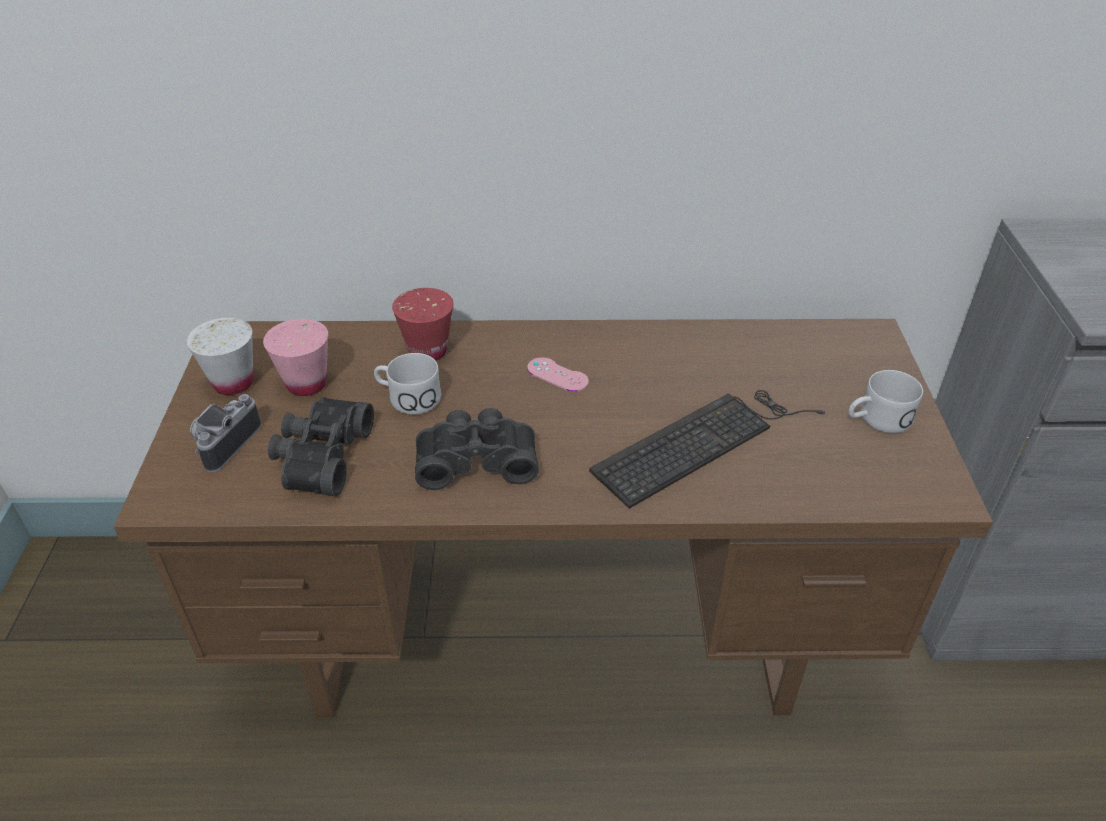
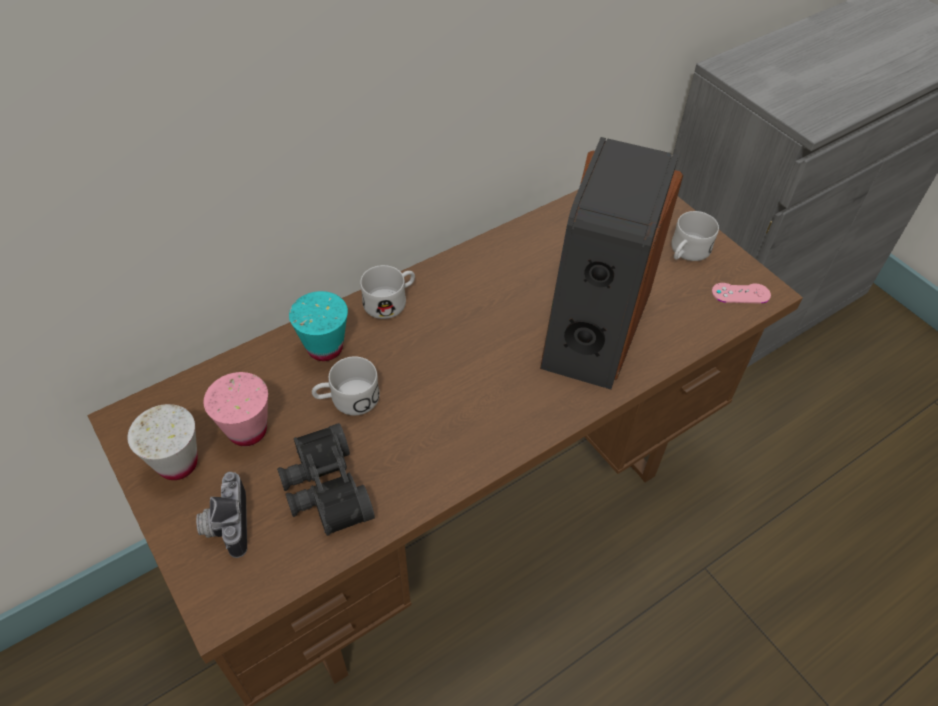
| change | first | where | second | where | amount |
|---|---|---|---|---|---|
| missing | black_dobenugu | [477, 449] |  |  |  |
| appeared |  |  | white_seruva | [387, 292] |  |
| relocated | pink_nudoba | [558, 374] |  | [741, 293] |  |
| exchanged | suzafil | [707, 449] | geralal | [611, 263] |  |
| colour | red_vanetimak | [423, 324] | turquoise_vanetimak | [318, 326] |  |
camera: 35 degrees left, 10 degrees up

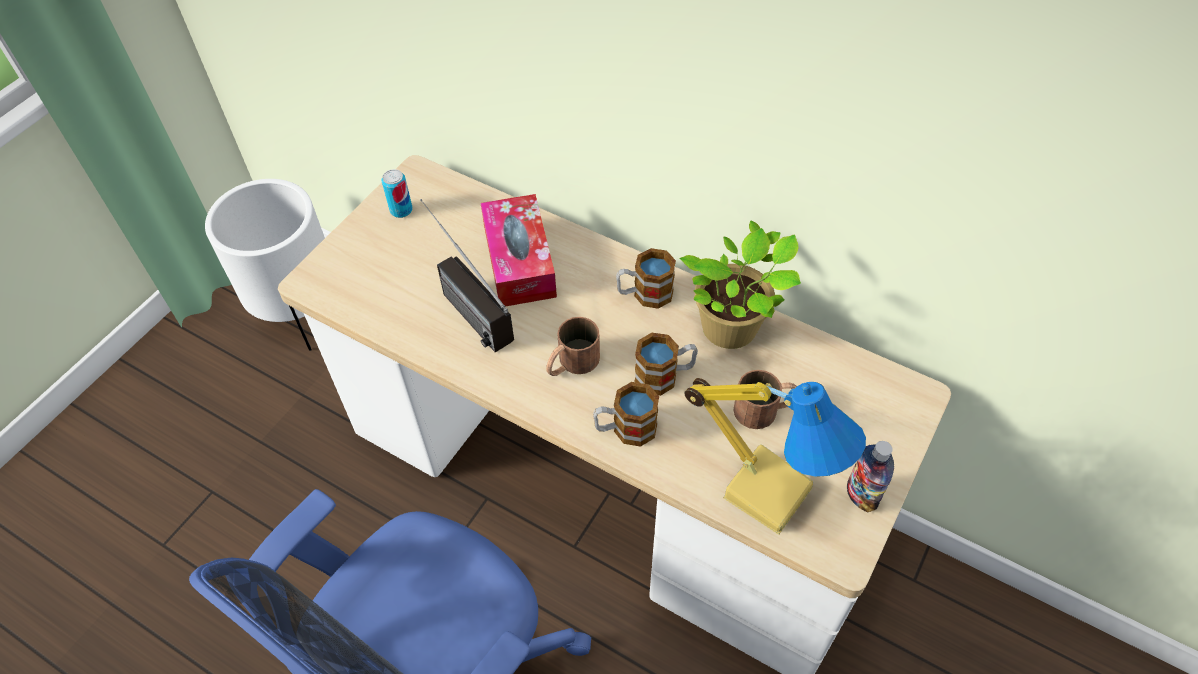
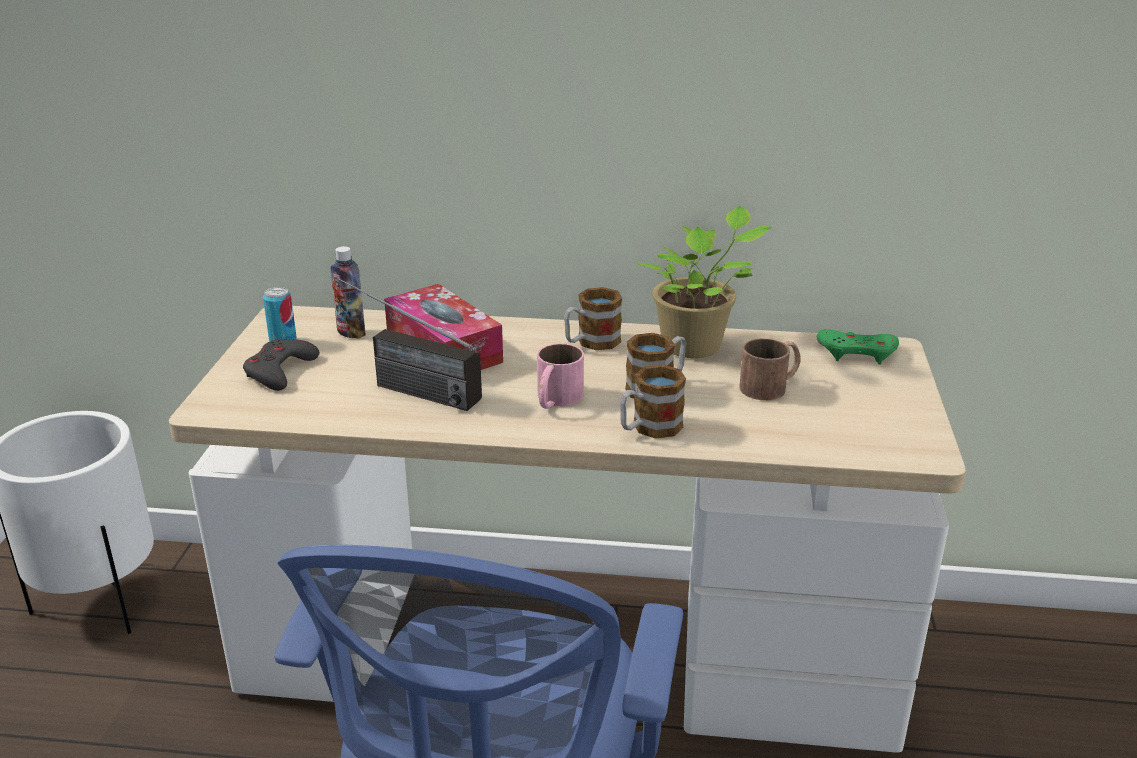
| change | first | where | second | where | amount |
|---|---|---|---|---|---|
| missing | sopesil | [775, 456] |  |  |  |
| appeared |  |  | grey_nudoba | [281, 365] |  |
| appeared |  |  | green_nudoba | [858, 347] |  |
| relocated | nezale | [870, 476] |  | [348, 292] |  |
| colour | brown_seruva | [573, 346] | pink_seruva | [560, 376] |  |
camera: 25 degrees left, 25 degrees down

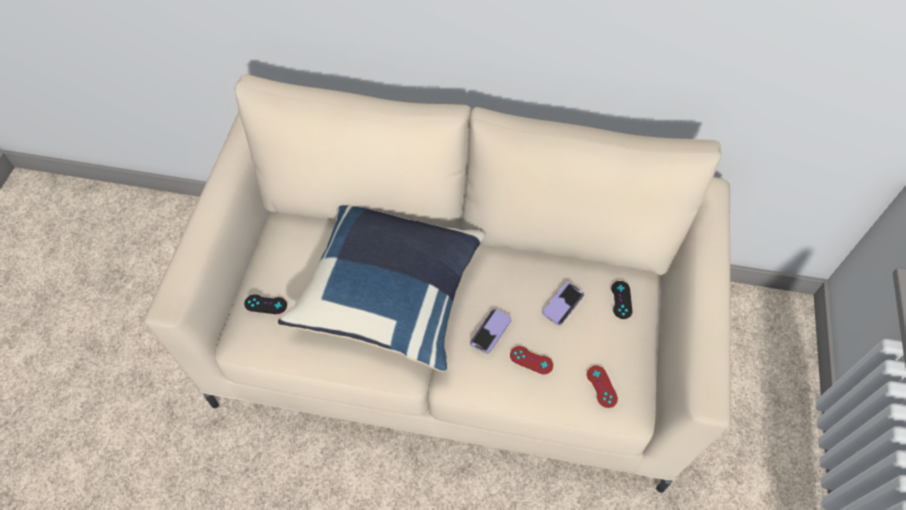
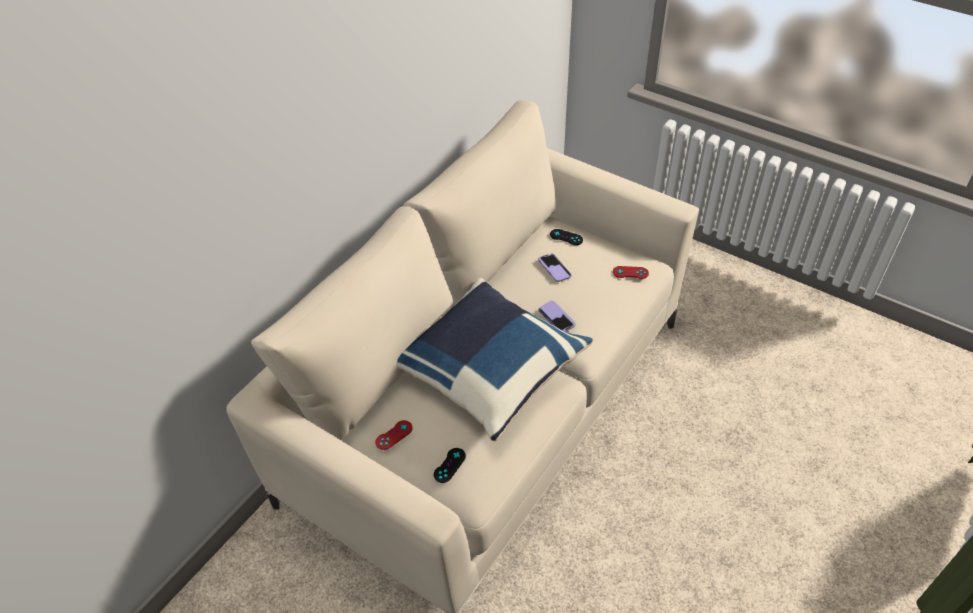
| change | first | where | second | where | amount |
|---|---|---|---|---|---|
| relocated | red_nudoba | [531, 360] |  | [394, 435] |  |
camera: 65 degrees left, 10 degrees down

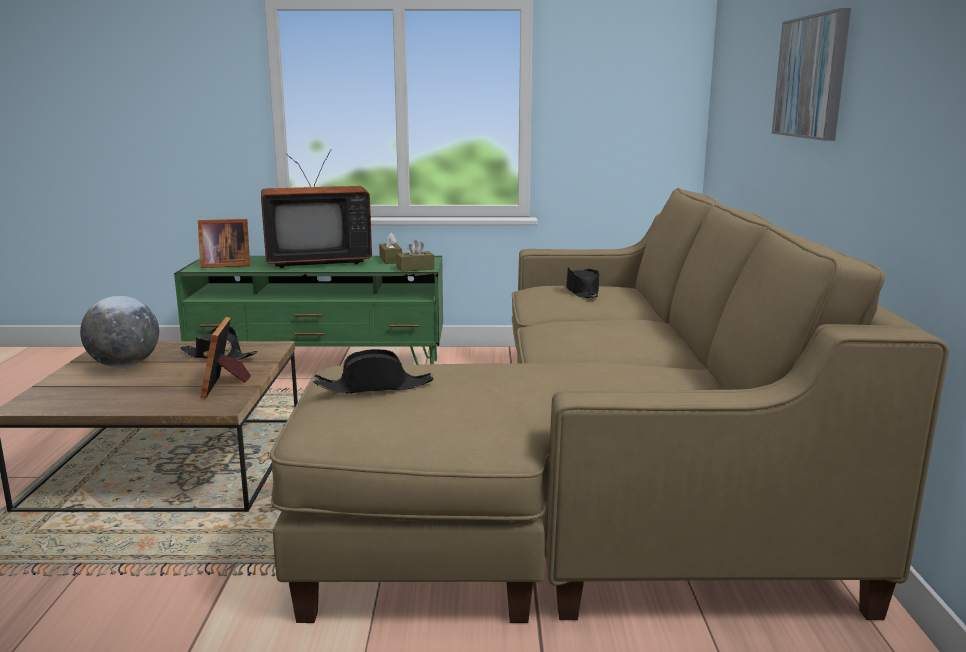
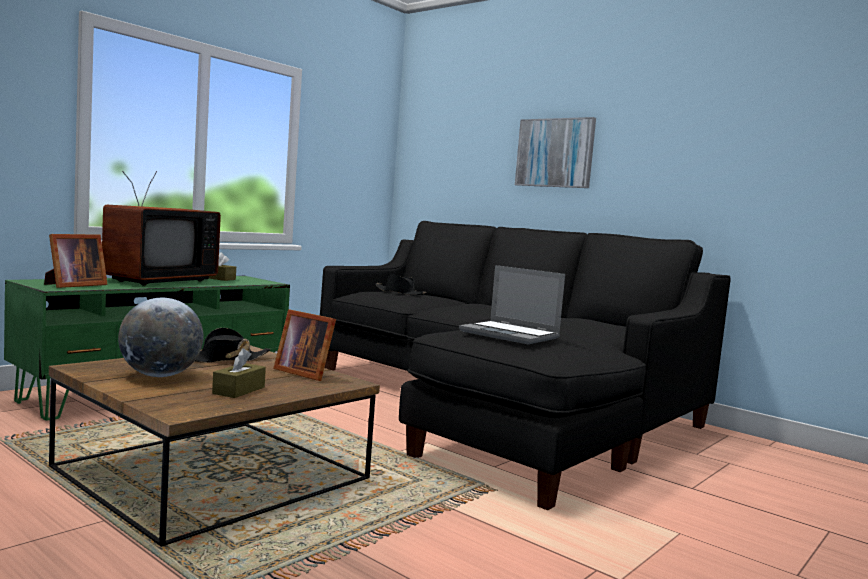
| change | first | where | second | where | amount |
|---|---|---|---|---|---|
| relocated | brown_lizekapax | [415, 256] |  | [239, 373] |  |
| exchanged | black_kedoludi | [373, 371] | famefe | [512, 305] |  |
| colour | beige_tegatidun | [609, 405] | black_tegatidun | [525, 365] |  |
camera: 50 degrees left, 10 degrees down

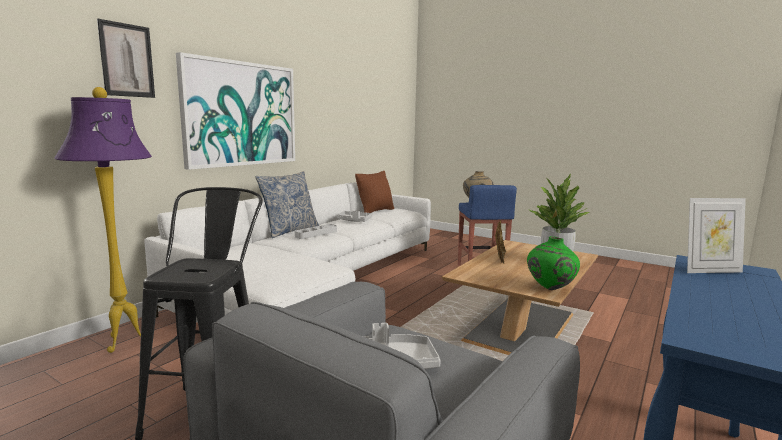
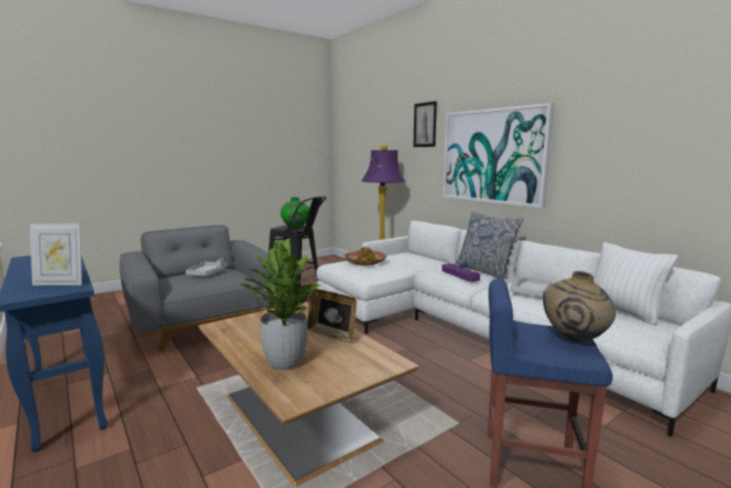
| change | first | where | second | where | amount |
|---|---|---|---|---|---|
| appeared |  |  | kedoludi | [365, 256] |  |
| relocated | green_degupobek | [553, 263] |  | [295, 213] |  |
| colour | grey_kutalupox | [316, 231] | purple_kutalupox | [461, 273] |  |
| colour | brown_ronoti | [374, 192] | white_ronoti | [635, 283] |  |
| spun | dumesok | [716, 235] |  | [56, 254] | 105 degrees counterclockwise |
camera: 110 degrees right, 0 degrees up

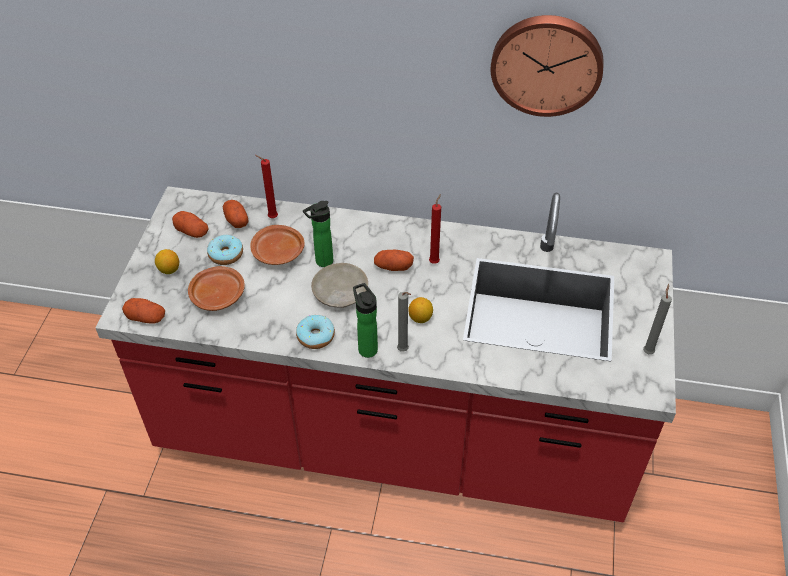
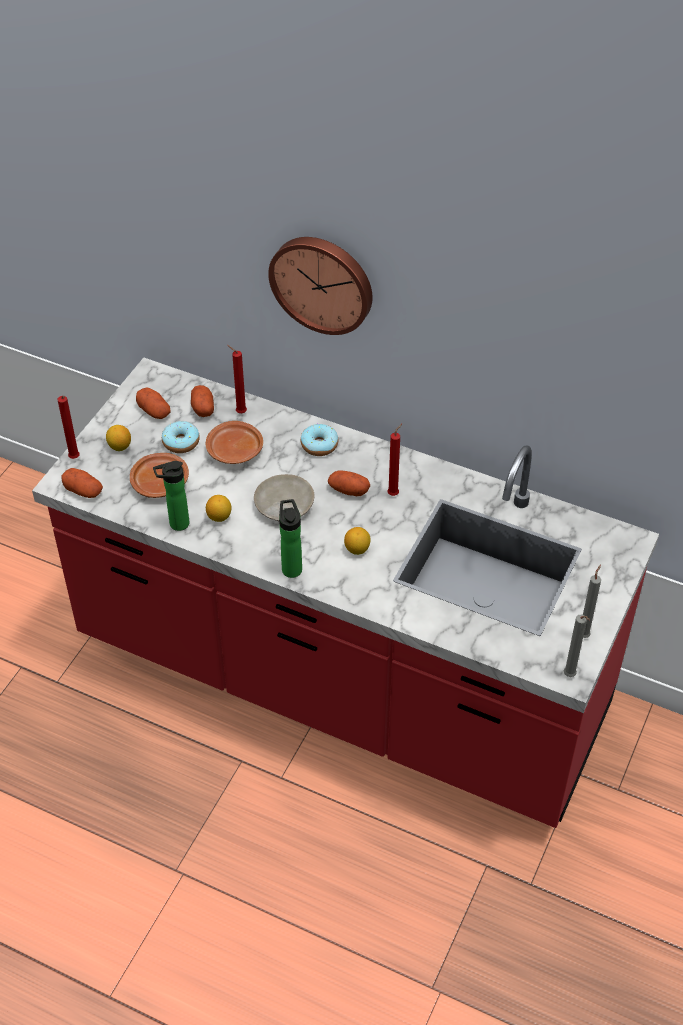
| change | first | where | second | where | amount |
|---|---|---|---|---|---|
| appeared |  |  | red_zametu | [69, 427] |  |
| appeared |  |  | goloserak | [219, 508] |  |
| relocated | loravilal | [315, 332] |  | [319, 440] |  |
| relocated | nezale | [318, 234] |  | [171, 496] |  |
| relocated | grey_zametu | [404, 322] |  | [577, 645] |  |
| relocated | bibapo | [547, 66] |  | [320, 286] |  |
camera: 15 degrees right, 0 degrees up

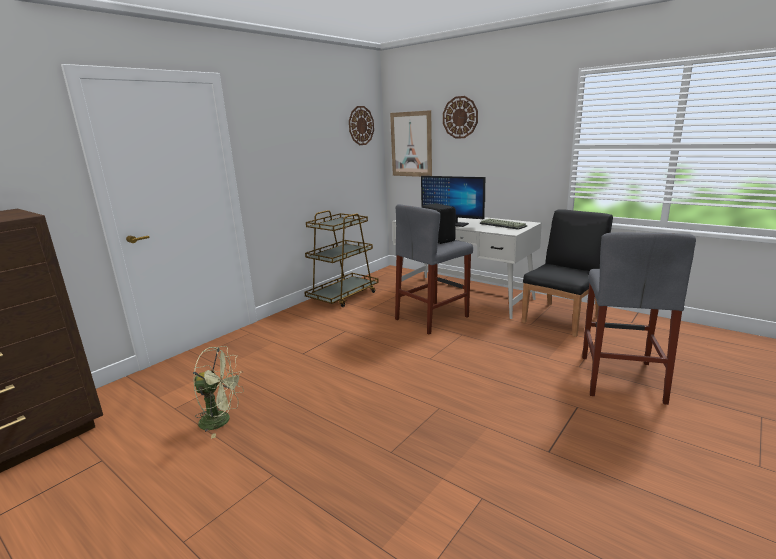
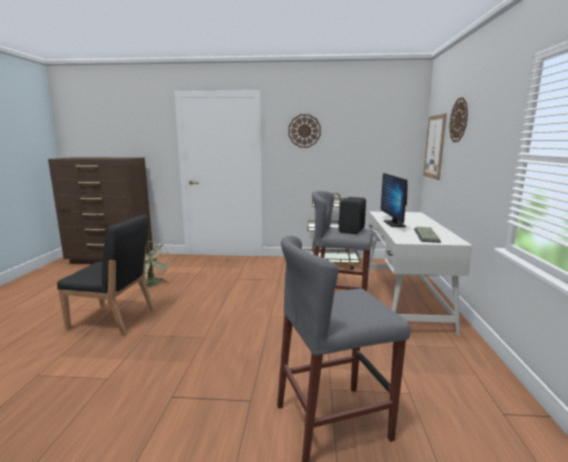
| change | first | where | second | where | amount |
|---|---|---|---|---|---|
| relocated | bibapo | [361, 125] |  | [304, 131] |  |
| relocated | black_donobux | [567, 273] |  | [106, 275] |  |
camera: 55 degrees right, 5 degrees down

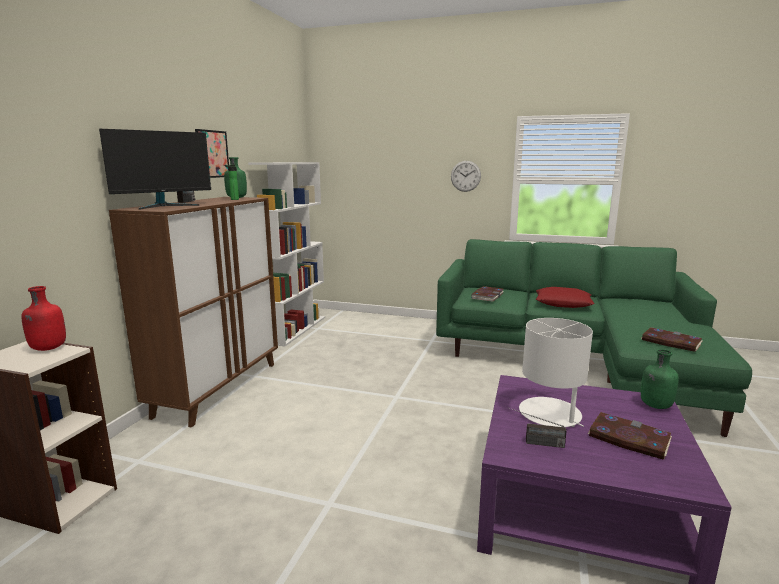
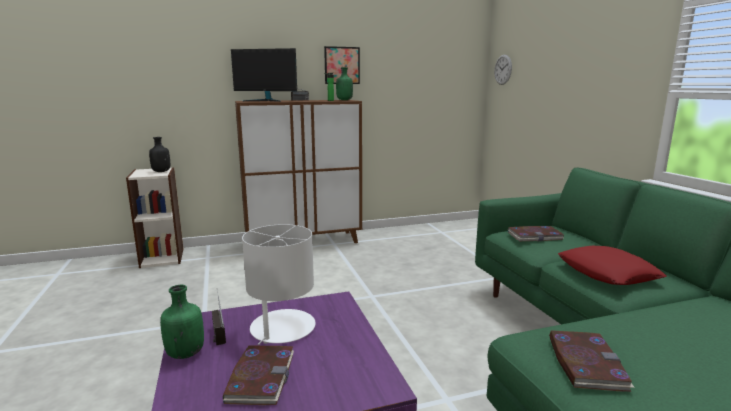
| change | first | where | second | where | amount |
|---|---|---|---|---|---|
| missing | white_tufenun | [286, 254] |  |  |  |
| relocated | bibapo | [466, 176] |  | [503, 70] |  |
| relocated | green_nezale | [660, 379] |  | [182, 322] |  |
| colour | red_nezale | [43, 318] | black_nezale | [159, 154] |  |
camera: 55 degrees right, 0 degrees up

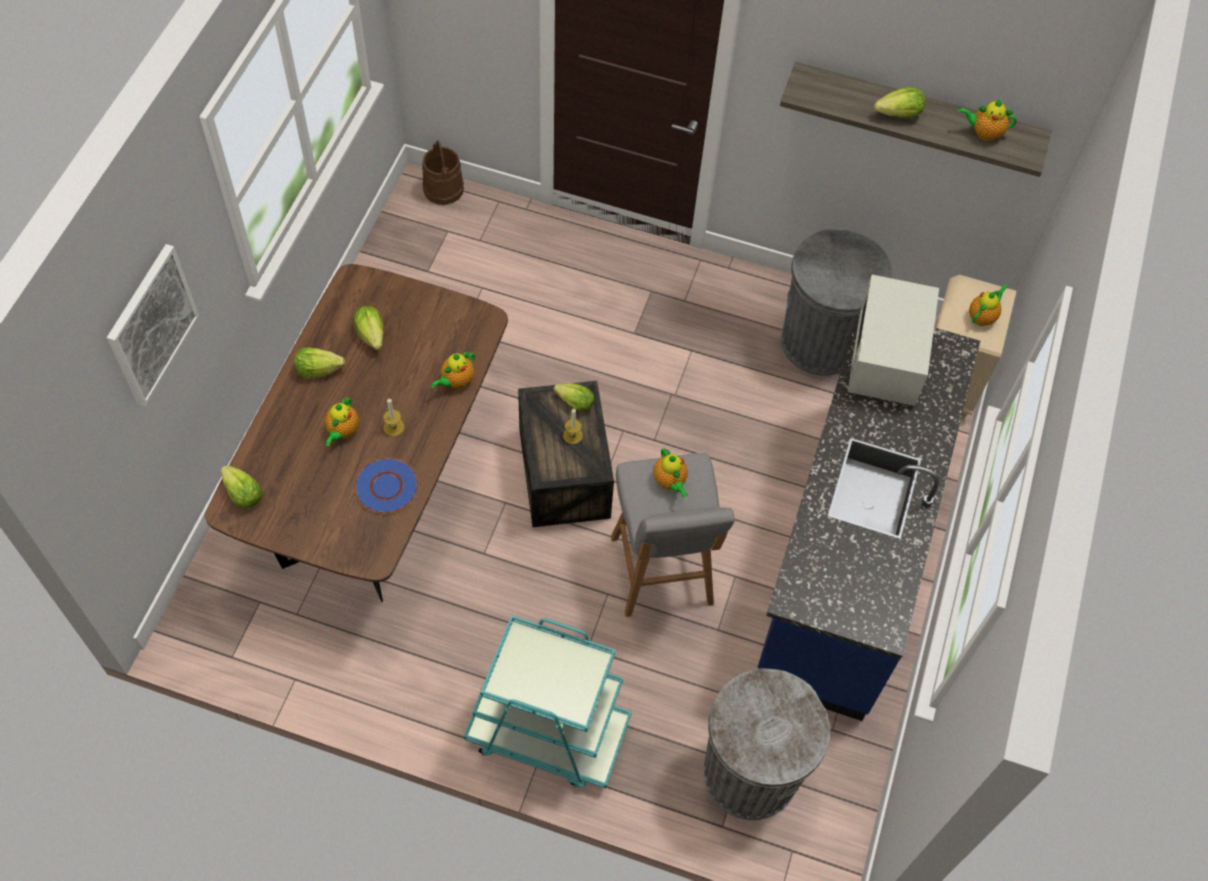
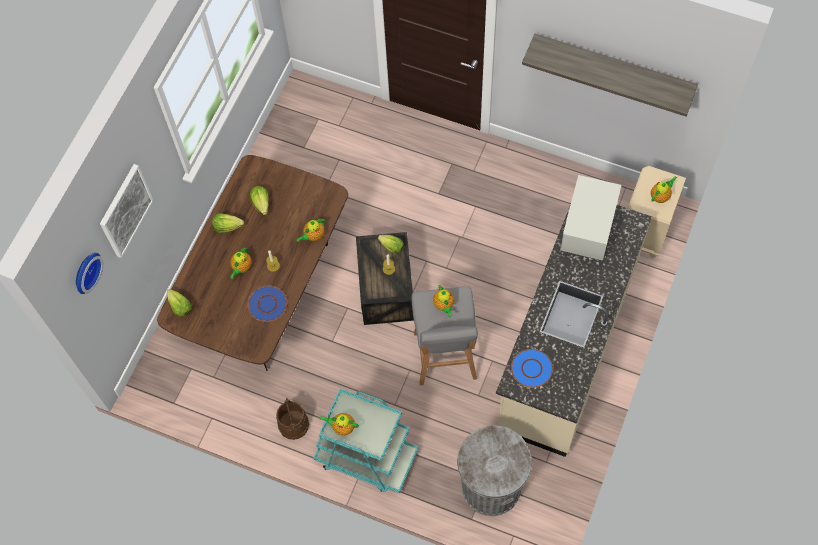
| change | first | where | second | where | amount |
|---|---|---|---|---|---|
| missing | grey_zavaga | [836, 302] |  |  |  |
| missing | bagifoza | [900, 102] |  |  |  |
| appeared |  |  | bibapo | [89, 273] |  |
| appeared |  |  | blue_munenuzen | [532, 368] |  |
| relocated | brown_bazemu | [443, 172] |  | [292, 419] |  |
| relocated | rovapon | [987, 120] |  | [339, 424] |  |
| colour | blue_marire | [868, 514] | beige_marire | [574, 330] |  |
camera: 10 degrees right, 5 degrees up

